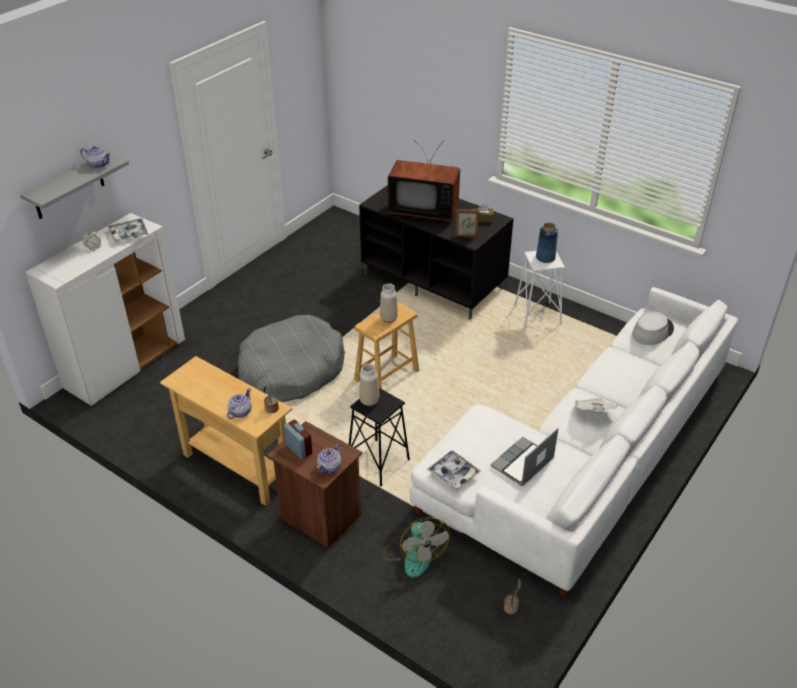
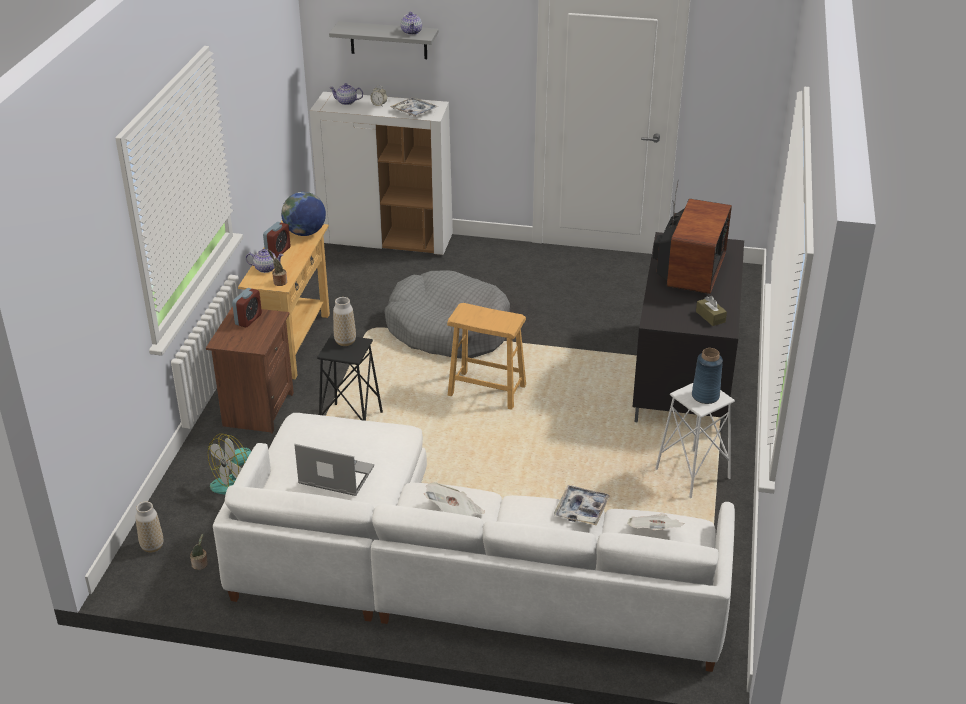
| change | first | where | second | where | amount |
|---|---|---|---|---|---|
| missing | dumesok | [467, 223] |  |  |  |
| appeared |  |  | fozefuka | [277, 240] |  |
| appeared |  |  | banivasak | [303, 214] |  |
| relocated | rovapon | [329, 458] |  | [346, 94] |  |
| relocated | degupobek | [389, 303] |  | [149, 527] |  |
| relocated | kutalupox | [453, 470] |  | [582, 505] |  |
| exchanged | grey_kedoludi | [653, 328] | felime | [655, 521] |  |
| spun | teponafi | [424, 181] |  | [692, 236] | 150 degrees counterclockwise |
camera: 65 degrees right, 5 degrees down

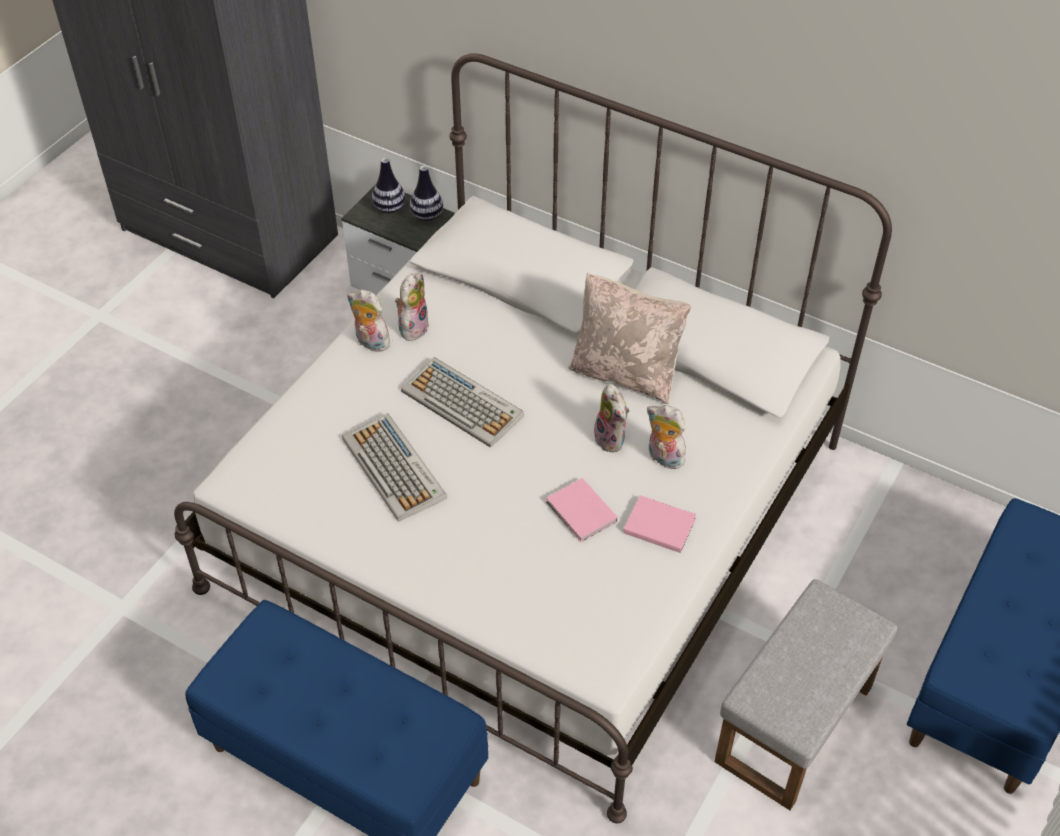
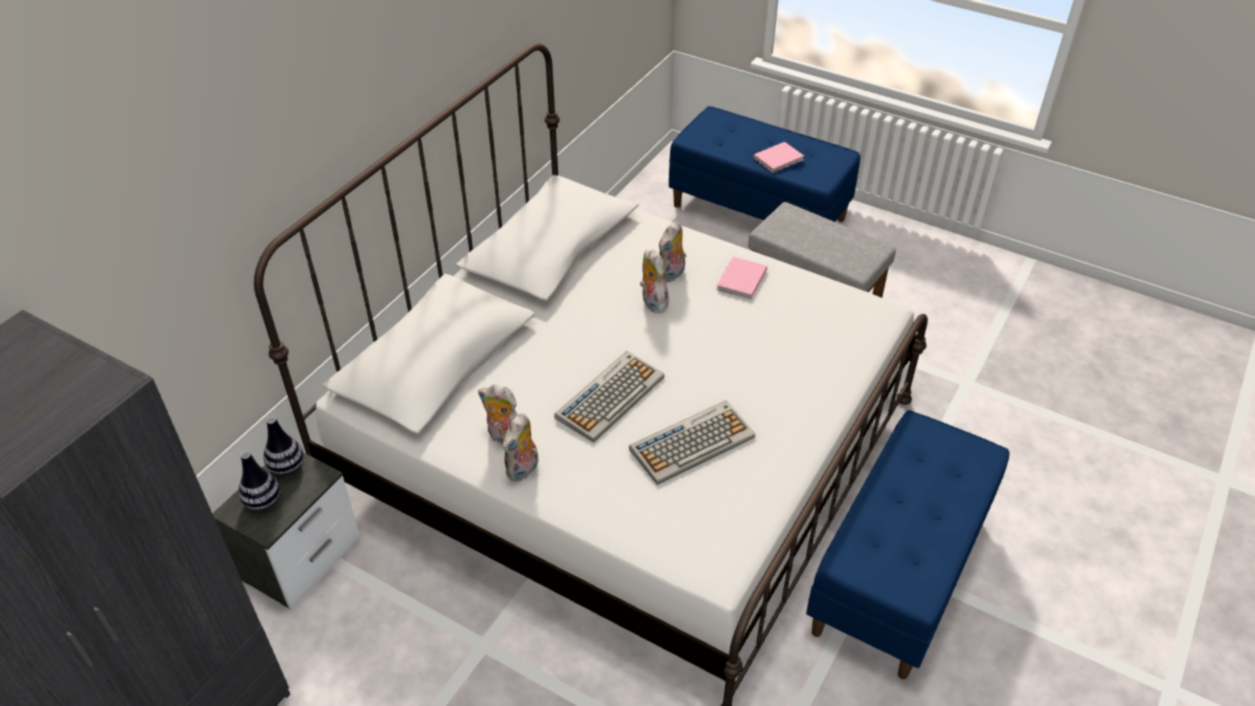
| change | first | where | second | where | amount |
|---|---|---|---|---|---|
| missing | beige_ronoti | [629, 338] |  |  |  |
| relocated | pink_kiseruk | [582, 510] |  | [778, 157] |  |
| spun | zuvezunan | [611, 417] |  | [654, 281] | 90 degrees counterclockwise |
camera: 90 degrees left, 5 degrees down

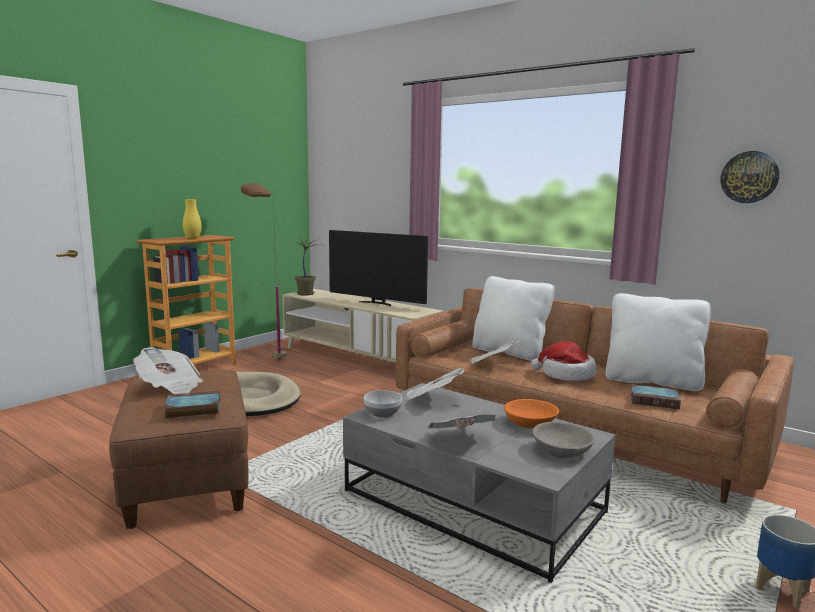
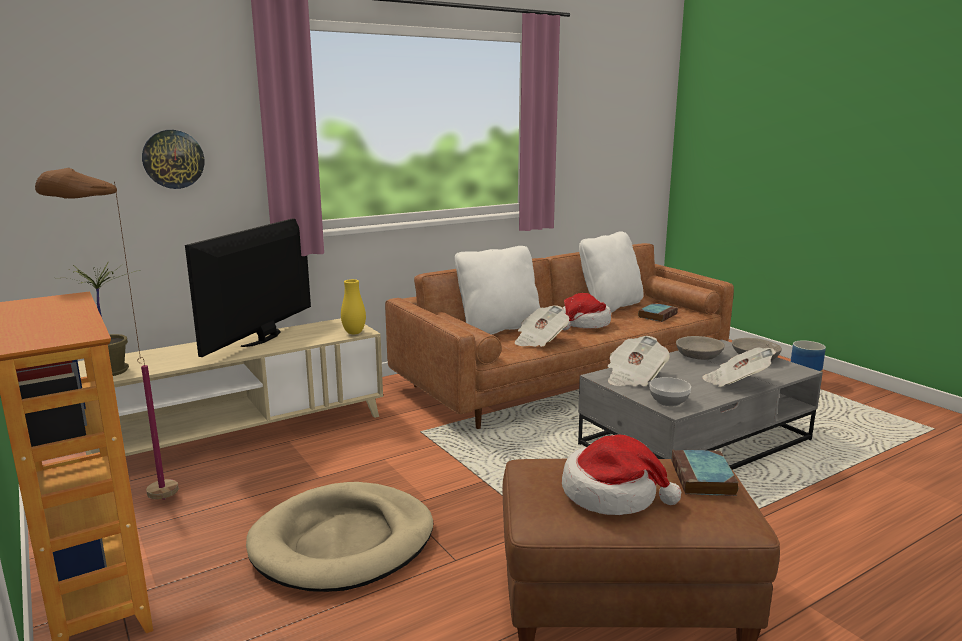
| change | first | where | second | where | amount |
|---|---|---|---|---|---|
| relocated | yellow_degupobek | [192, 219] |  | [353, 306] |  |
| relocated | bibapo | [750, 177] |  | [173, 159] |  |
| exchanged | felime | [168, 370] | kedoludi | [621, 474] |  |
| colour | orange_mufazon | [531, 413] | grey_mufazon | [700, 348] |  |
| spun | teponafi | [378, 268] |  | [248, 288] | 150 degrees clockwise |
camera: 70 degrees left, 5 degrees up

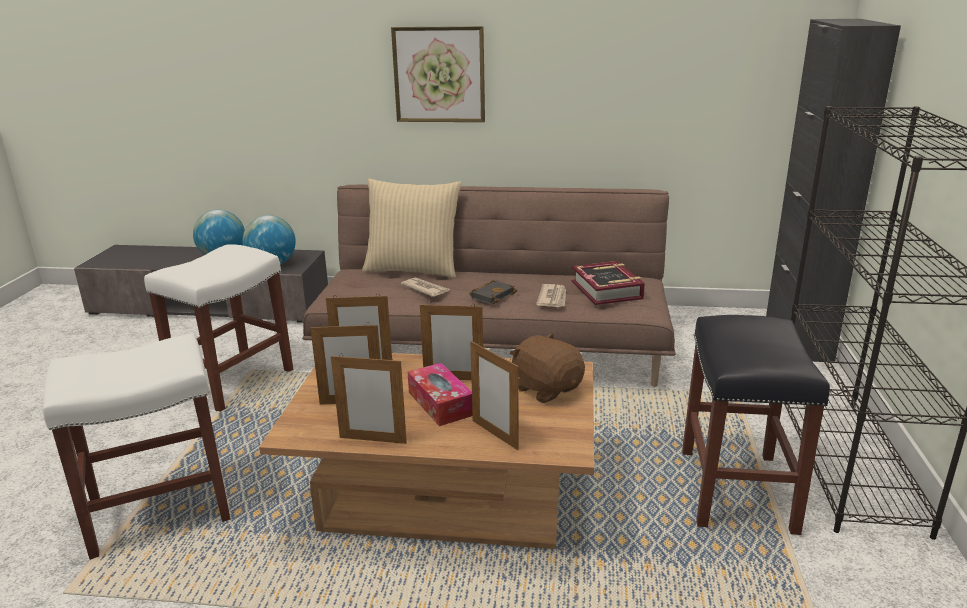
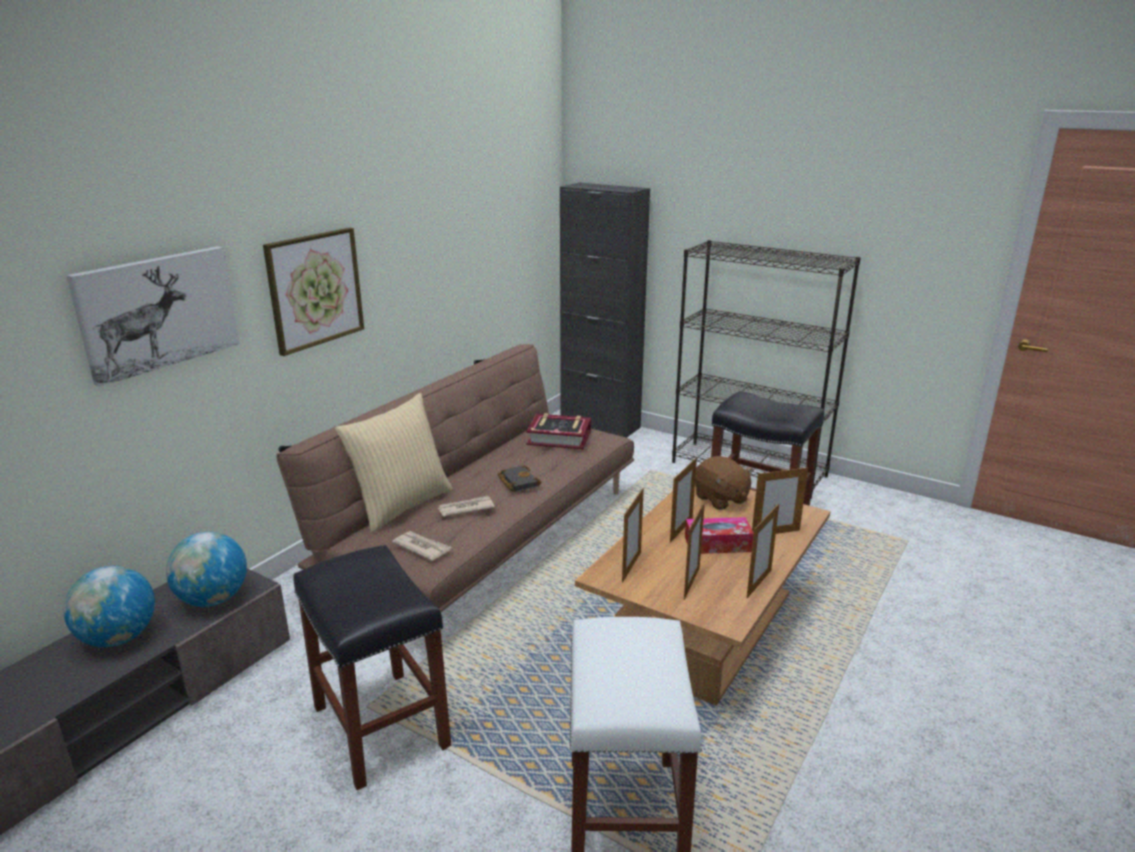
| change | first | where | second | where | amount |
|---|---|---|---|---|---|
| appeared |  |  | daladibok | [153, 316] |  |
| relocated | felime | [551, 295] |  | [421, 546] |  |
| colour | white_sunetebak | [218, 328] | black_sunetebak | [372, 667] |  |
| spun | brown_zuvezunan | [547, 368] |  | [724, 483] | 105 degrees counterclockwise |
camera: 65 degrees left, 0 degrees up

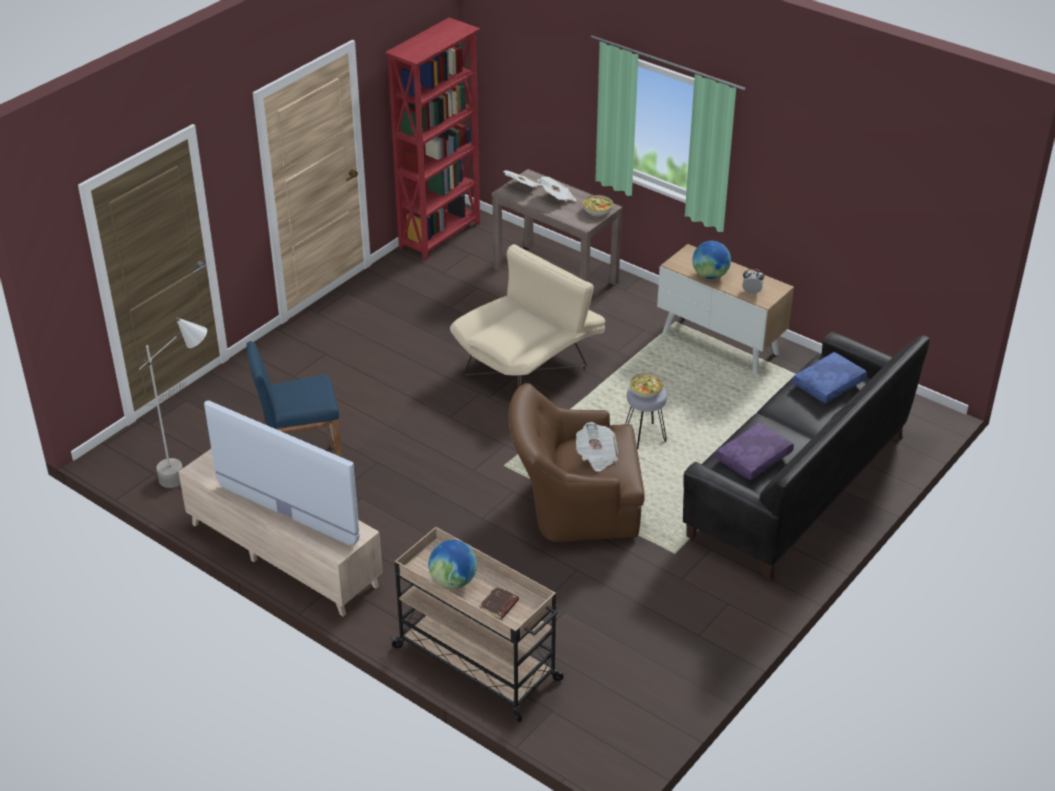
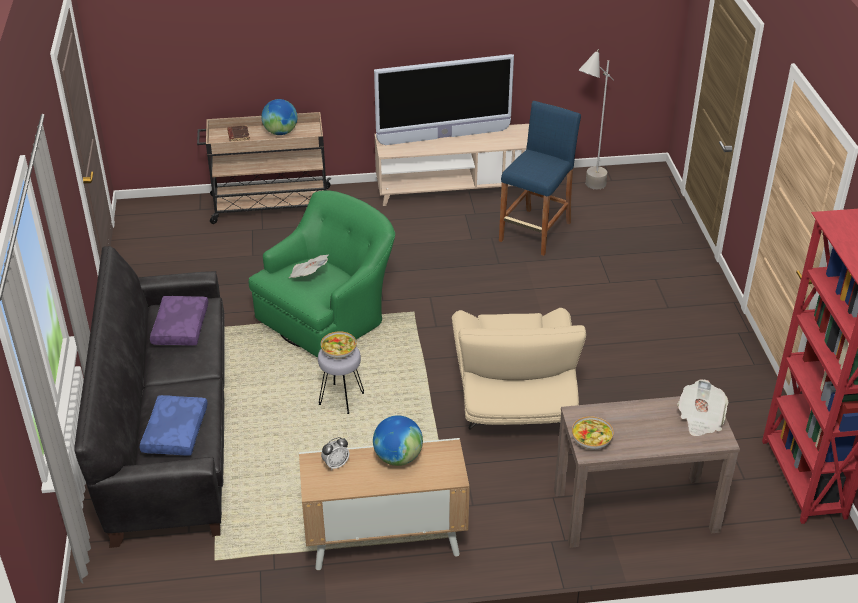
| change | first | where | second | where | amount |
|---|---|---|---|---|---|
| missing | felime | [557, 188] |  |  |  |
| colour | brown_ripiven | [576, 462] | green_ripiven | [322, 274] |  |
camera: 135 degrees right, 0 degrees up

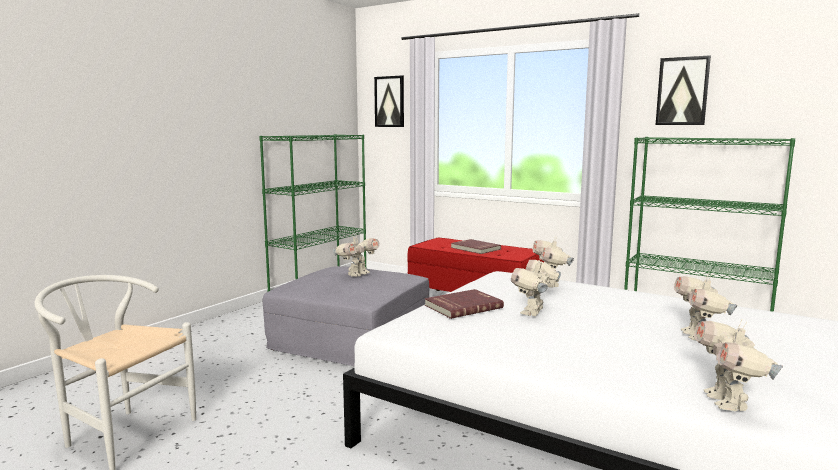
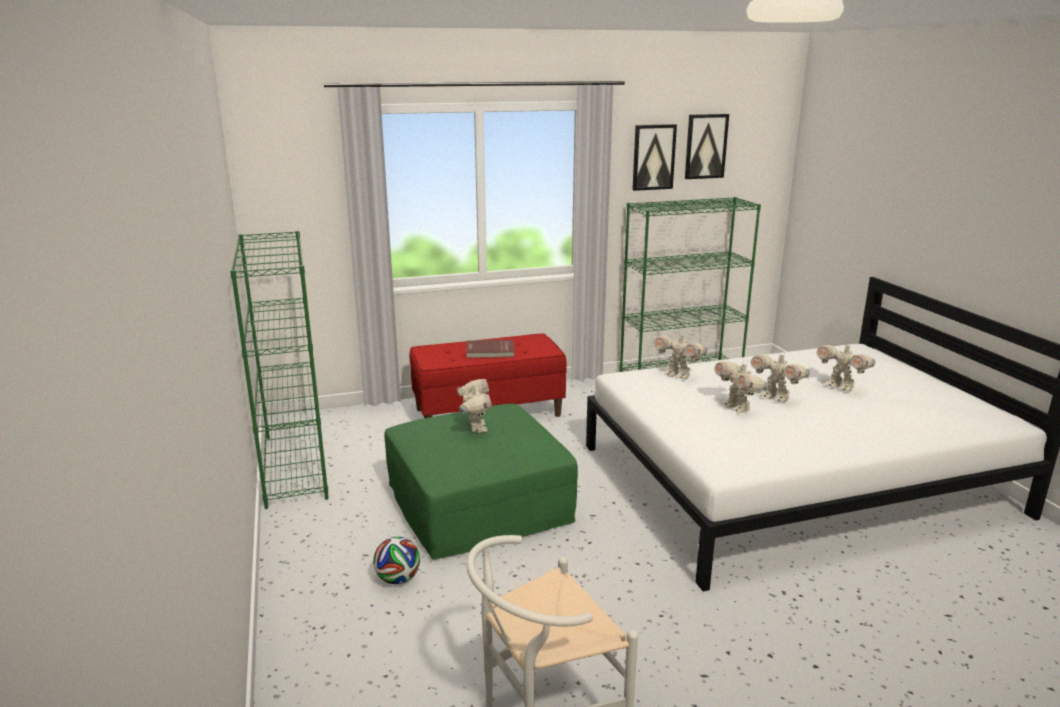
| change | first | where | second | where | amount |
|---|---|---|---|---|---|
| missing | red_kiseruk | [464, 304] |  |  |  |
| appeared |  |  | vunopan | [396, 560] |  |
| relocated | daladibok | [389, 101] |  | [707, 146] |  |
| relocated | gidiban | [738, 365] |  | [780, 375] |  |
| colour | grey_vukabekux | [346, 316] | green_vukabekux | [481, 482] |  |
camera: 50 degrees left, 10 degrees up

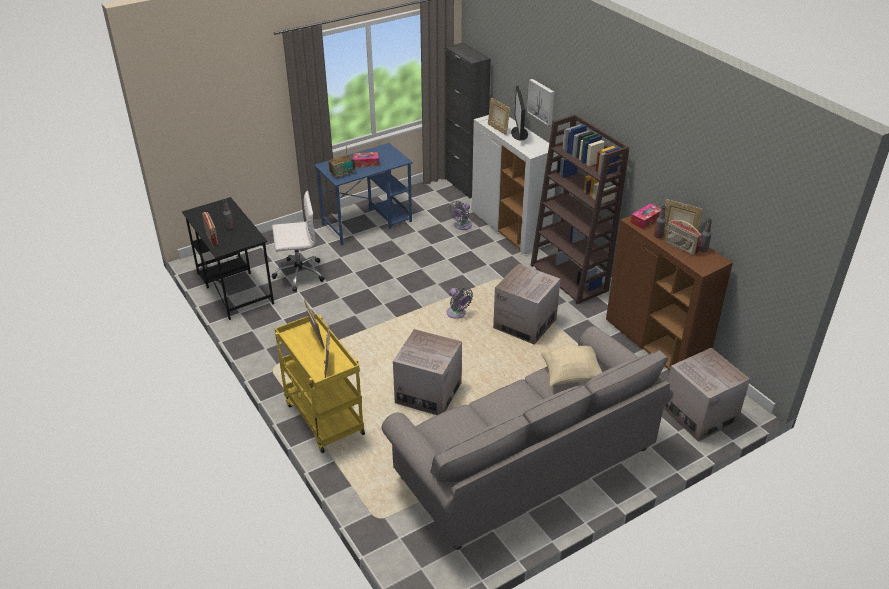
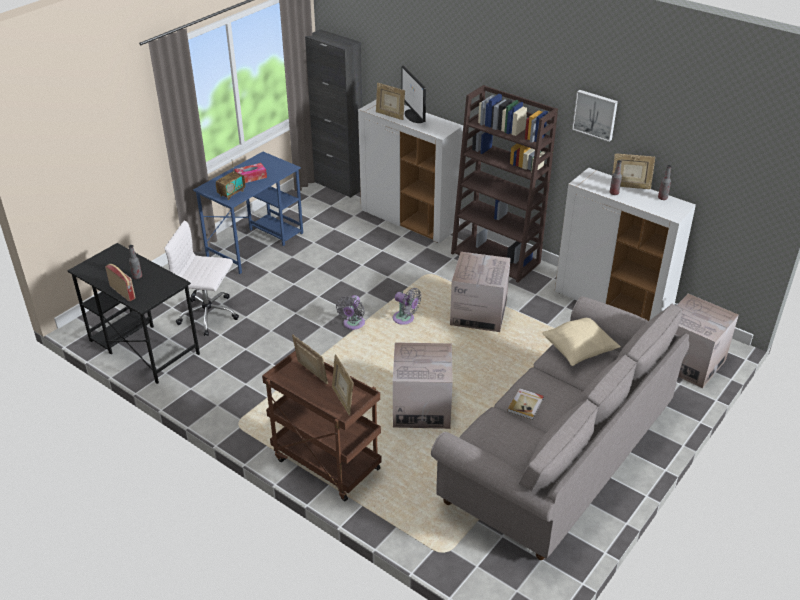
| change | first | where | second | where | amount |
|---|---|---|---|---|---|
| missing | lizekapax | [645, 216] |  |  |  |
| missing | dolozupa | [683, 238] |  |  |  |
| appeared |  |  | kiseruk | [525, 404] |  |
| relocated | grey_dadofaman | [460, 215] |  | [350, 312] |  |
| relocated | daladibok | [540, 102] |  | [595, 116] |  |
| colour | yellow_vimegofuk | [320, 383] | brown_vimegofuk | [321, 426] |  |
| colour | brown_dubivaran | [669, 292] | white_dubivaran | [625, 244] |  |
| spun | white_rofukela | [298, 241] |  | [201, 278] | 135 degrees counterclockwise |
camera: 20 degrees left, 0 degrees up

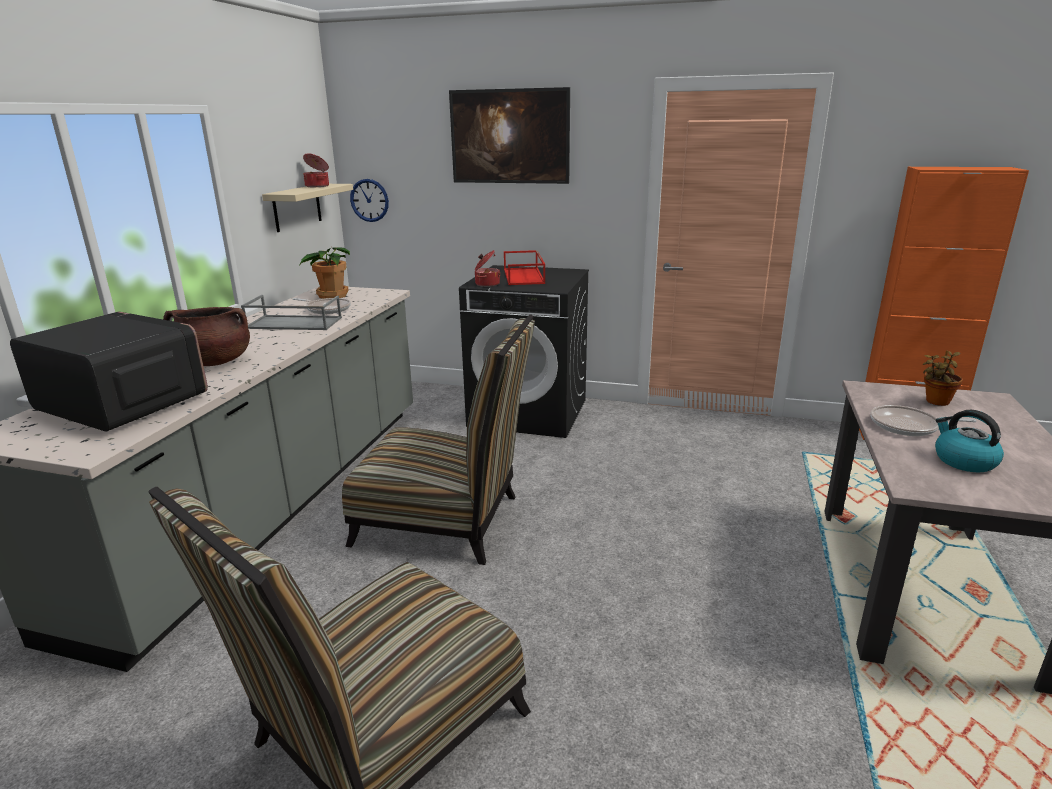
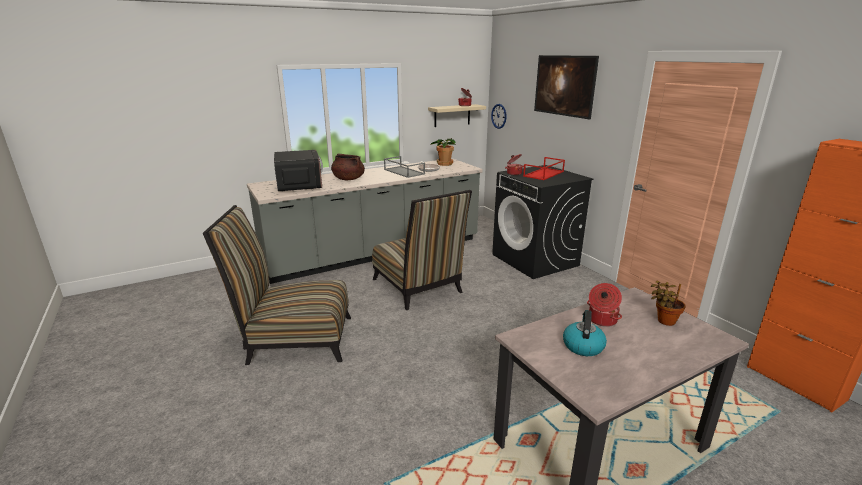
| change | first | where | second | where | amount |
|---|---|---|---|---|---|
| exchanged | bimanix | [923, 420] | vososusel | [604, 305] |  |
camera: 45 degrees right, 0 degrees up

